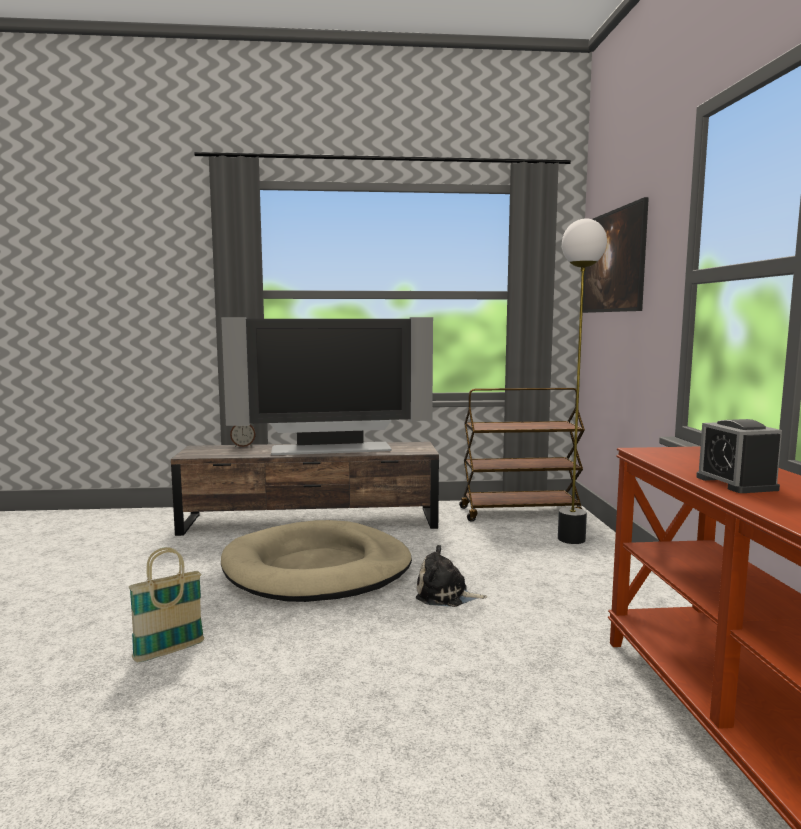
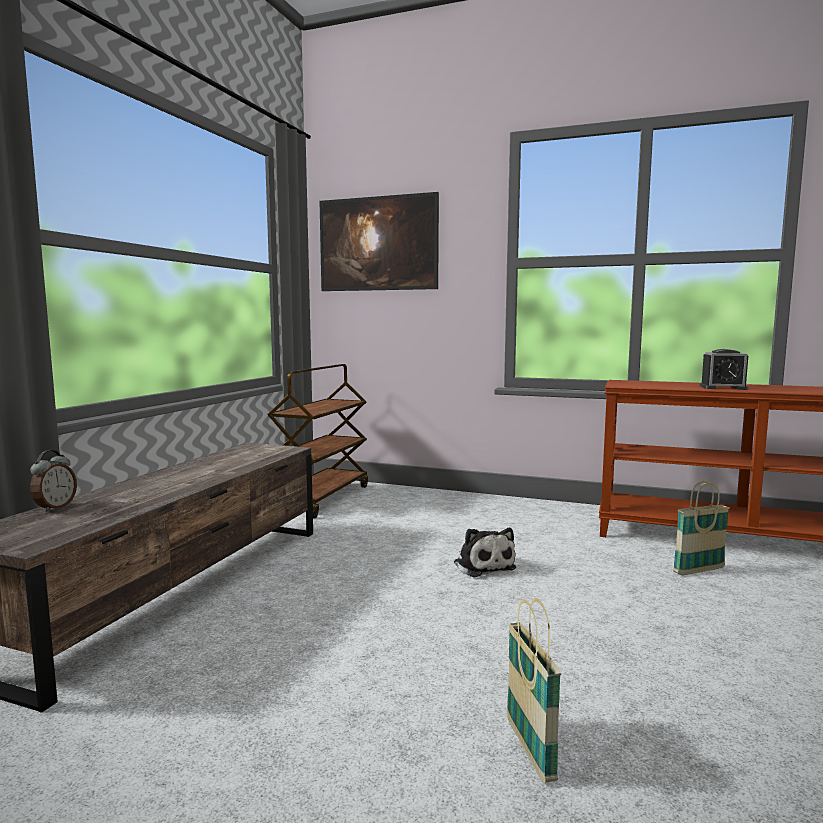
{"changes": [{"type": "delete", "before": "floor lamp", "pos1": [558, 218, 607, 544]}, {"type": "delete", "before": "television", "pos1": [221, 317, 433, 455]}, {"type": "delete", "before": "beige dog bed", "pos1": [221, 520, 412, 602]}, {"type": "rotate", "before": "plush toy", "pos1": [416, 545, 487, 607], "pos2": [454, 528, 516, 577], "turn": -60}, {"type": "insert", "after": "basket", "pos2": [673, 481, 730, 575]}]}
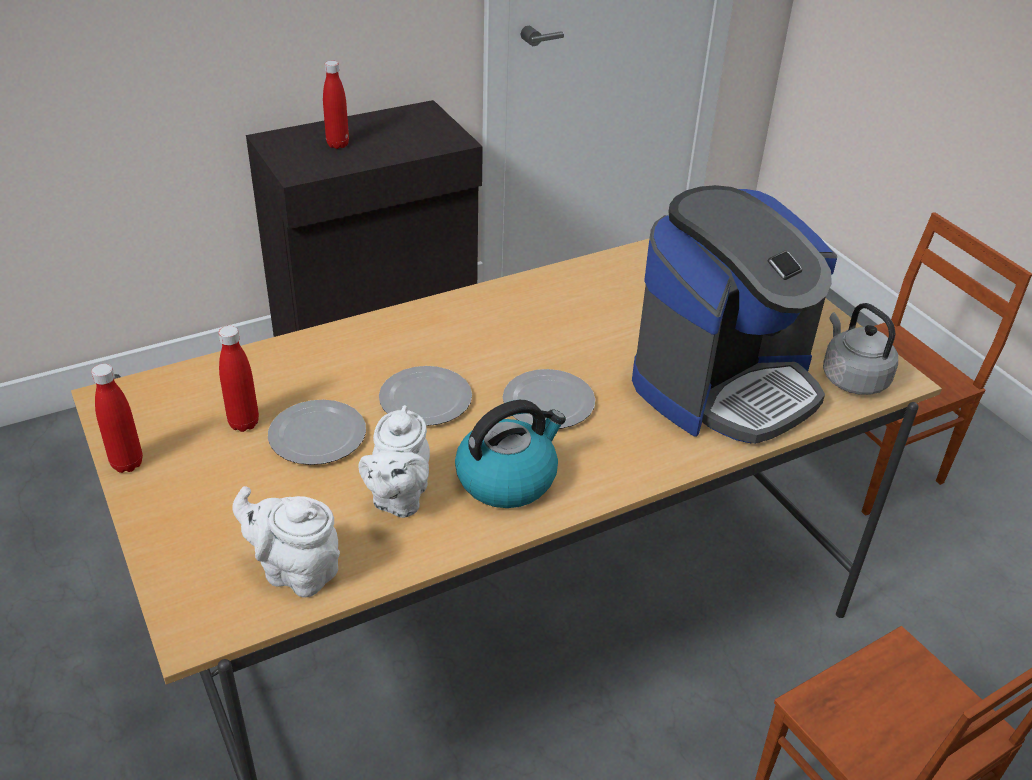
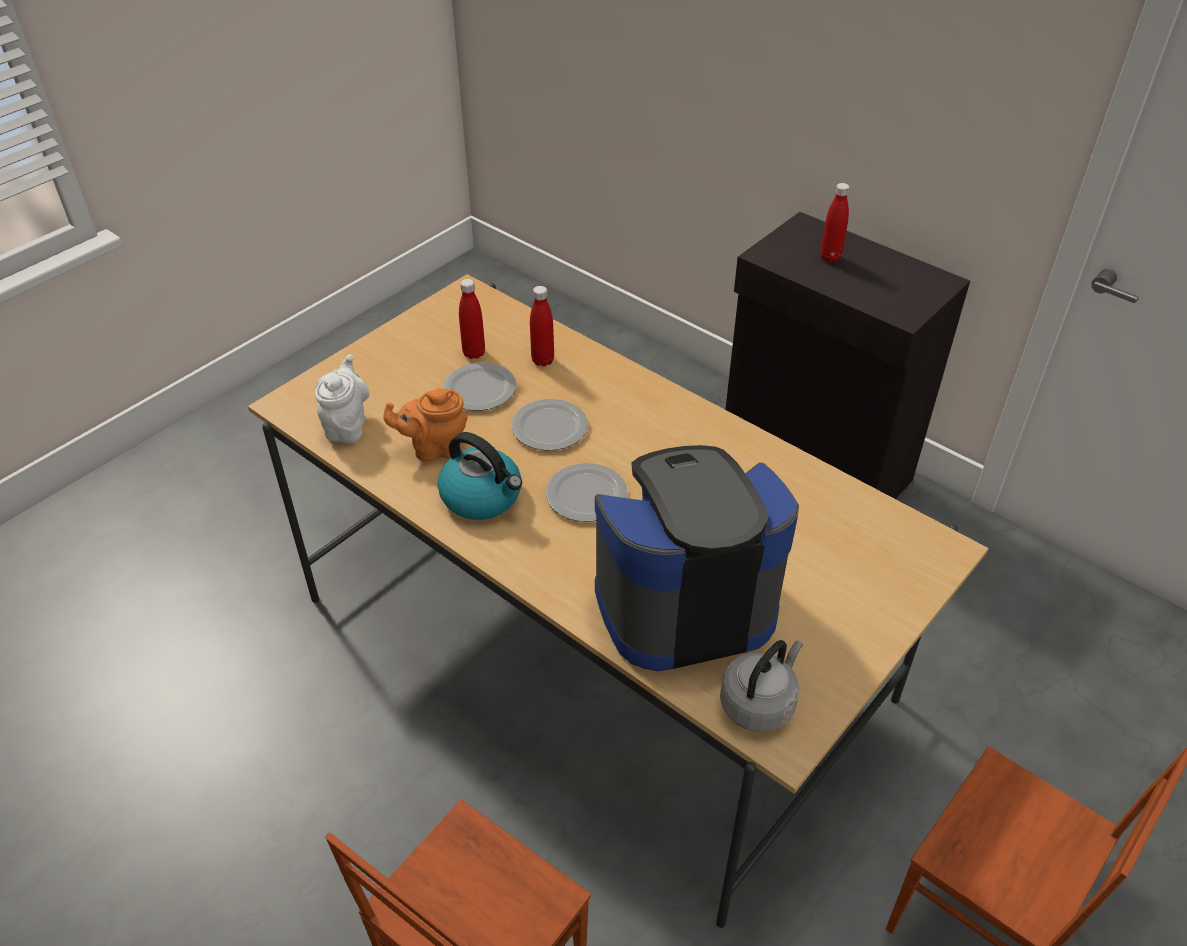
{"changes": [{"type": "rotate", "before": "coffee machine", "pos1": [632, 185, 837, 444], "pos2": [595, 445, 799, 672], "turn": 135}, {"type": "move", "before": "red bottle", "pos1": [91, 364, 143, 473], "pos2": [530, 286, 554, 367]}, {"type": "recolor", "before": "white teapot", "after": "orange teapot", "pos1": [359, 405, 430, 518], "pos2": [383, 388, 467, 462]}]}
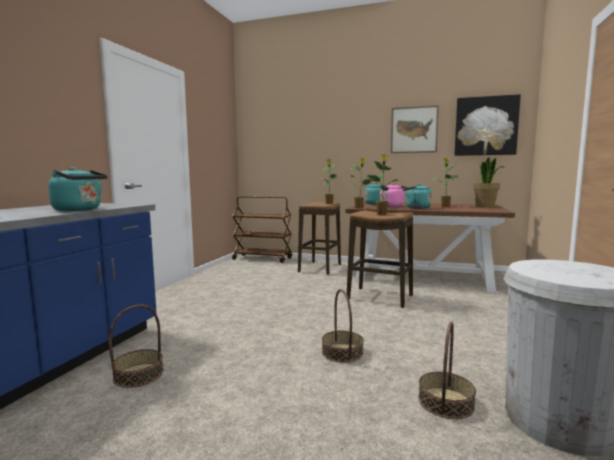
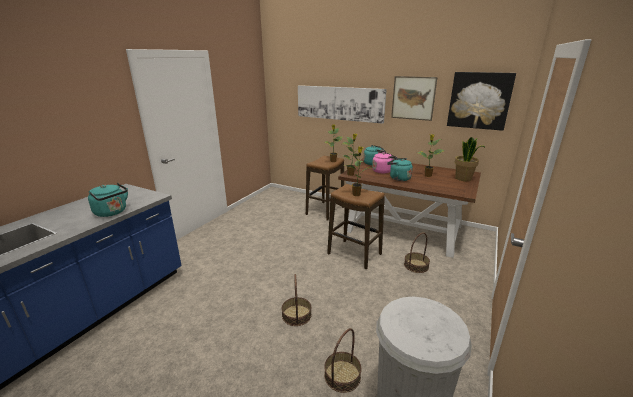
{"changes": [{"type": "delete", "before": "brown cart", "pos1": [232, 197, 292, 263]}, {"type": "move", "before": "basket", "pos1": [109, 305, 164, 388], "pos2": [404, 232, 430, 273]}, {"type": "insert", "after": "picture", "pos2": [298, 85, 387, 124]}]}
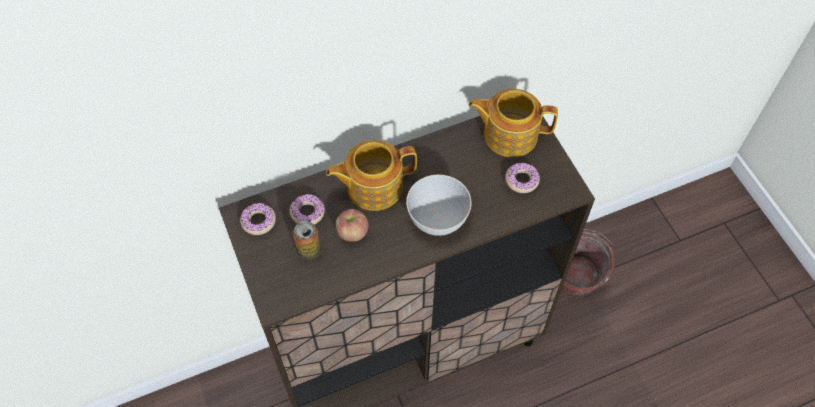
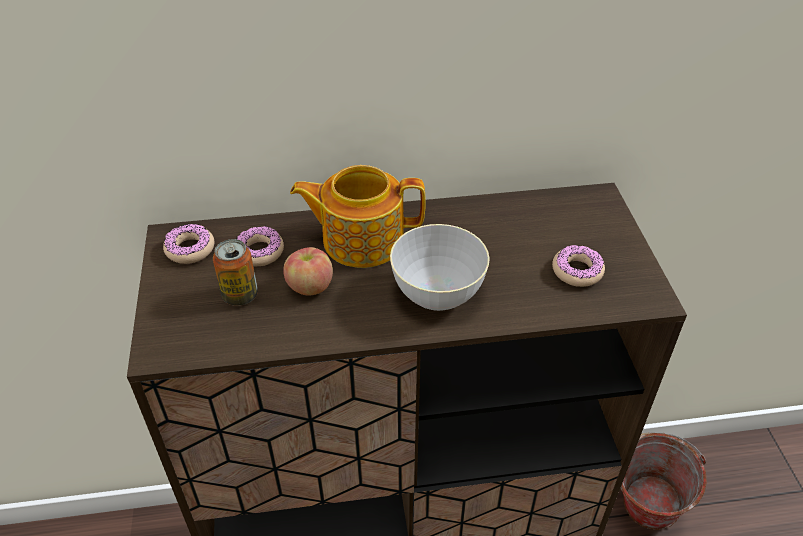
{"changes": [{"type": "delete", "before": "teapot", "pos1": [468, 89, 558, 157]}]}
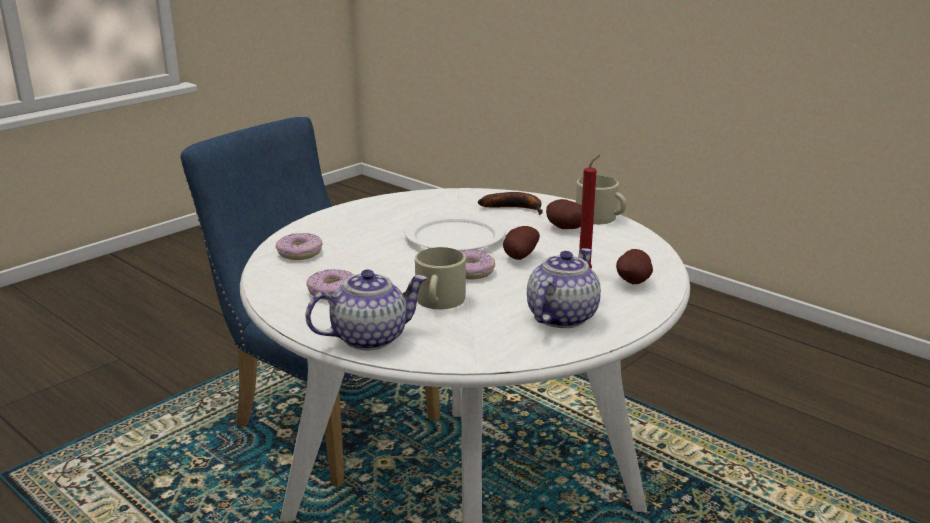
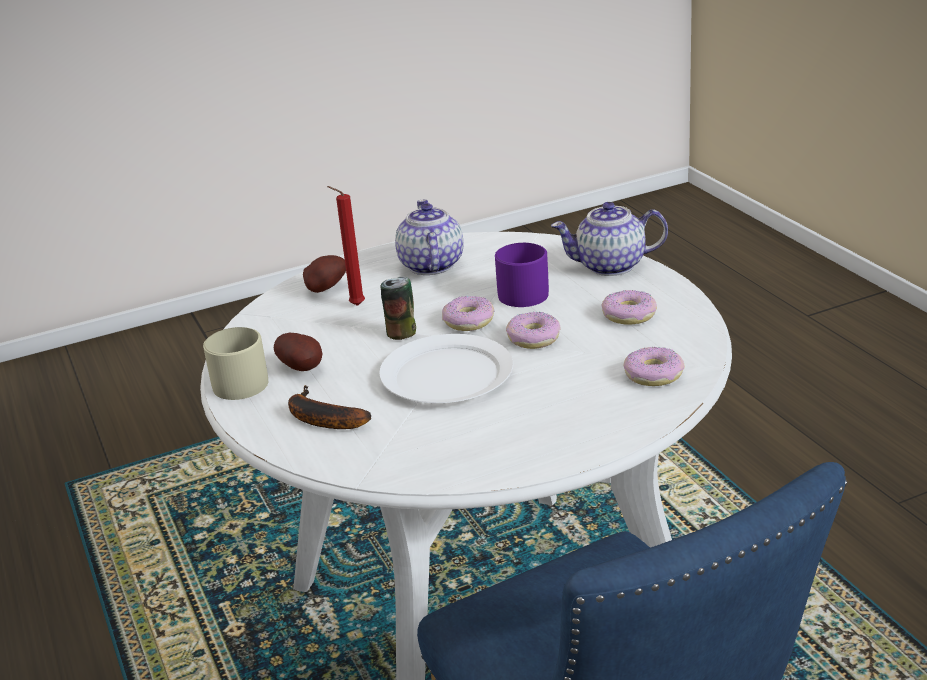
{"changes": [{"type": "replace", "before": "potato", "after": "can", "pos1": [503, 226, 540, 260], "pos2": [380, 276, 416, 340]}, {"type": "recolor", "before": "beige mug", "after": "purple mug", "pos1": [415, 247, 466, 309], "pos2": [495, 243, 549, 307]}, {"type": "rotate", "before": "teapot", "pos1": [527, 248, 601, 328], "pos2": [395, 200, 463, 275], "turn": 120}, {"type": "insert", "after": "donut", "pos2": [506, 312, 561, 349]}]}
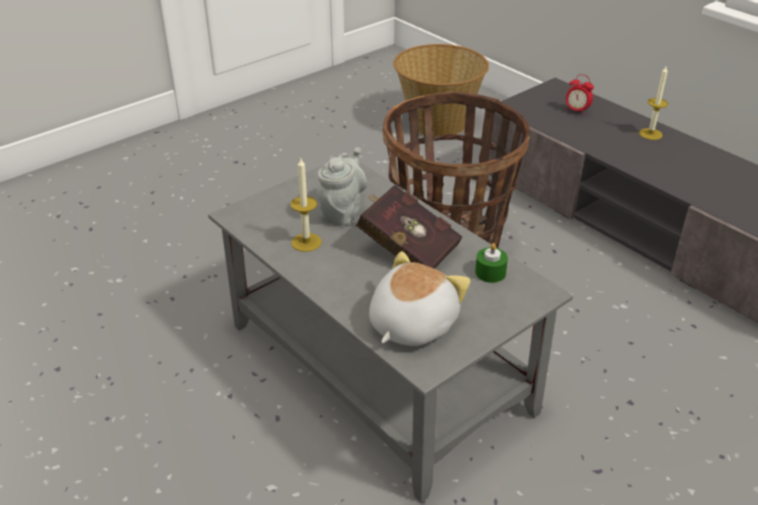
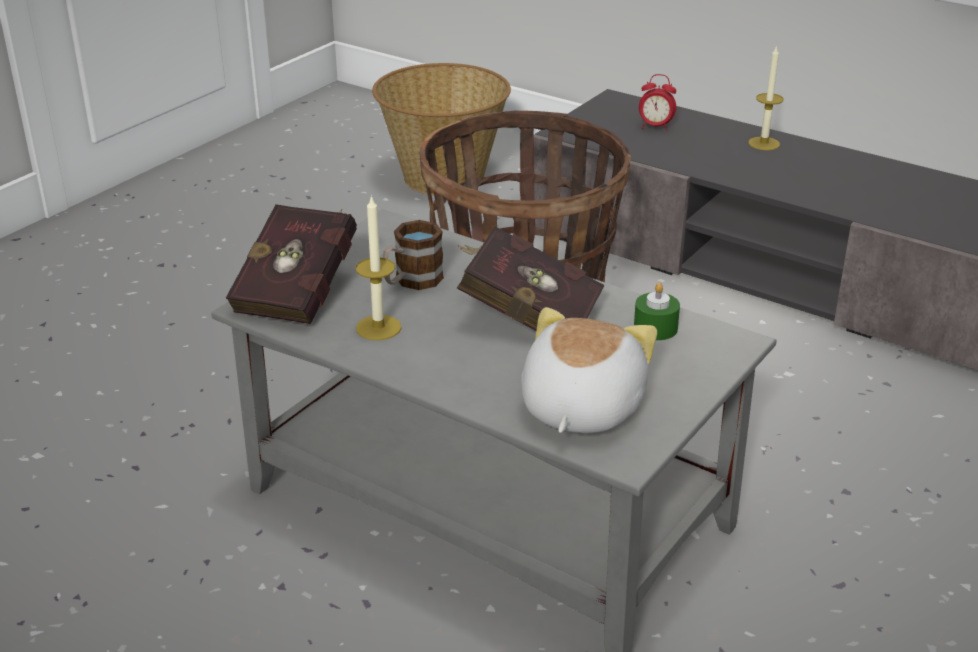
{"changes": [{"type": "replace", "before": "grey teapot", "after": "mug", "pos1": [317, 148, 367, 226], "pos2": [382, 220, 444, 290]}, {"type": "insert", "after": "red book", "pos2": [226, 204, 357, 324]}]}
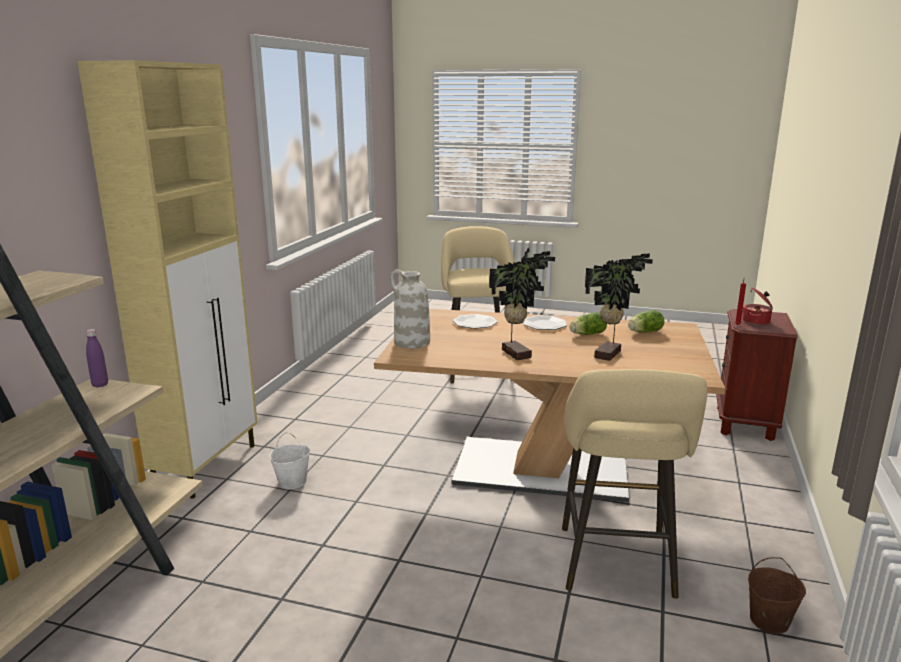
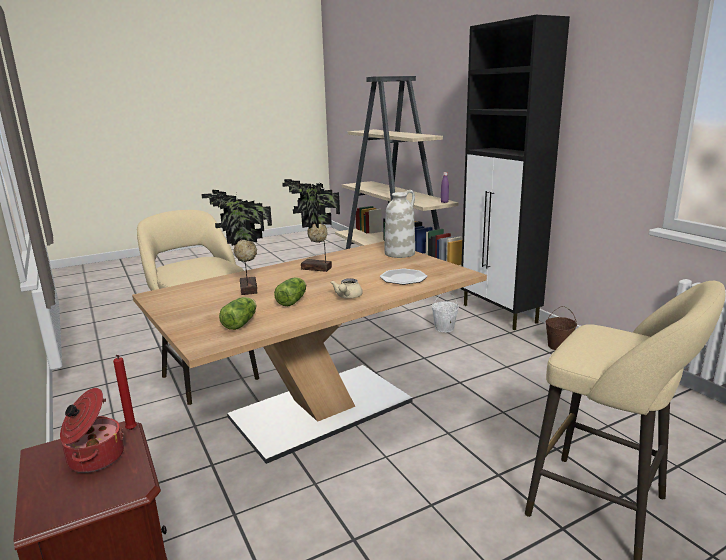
{"changes": [{"type": "recolor", "before": "beige cabinet", "after": "black cabinet", "pos1": [78, 60, 258, 499], "pos2": [461, 15, 570, 330]}, {"type": "replace", "before": "plate", "after": "beige teapot", "pos1": [523, 315, 567, 330], "pos2": [330, 278, 363, 299]}, {"type": "move", "before": "brown bucket", "pos1": [748, 557, 806, 634], "pos2": [545, 306, 577, 350]}]}
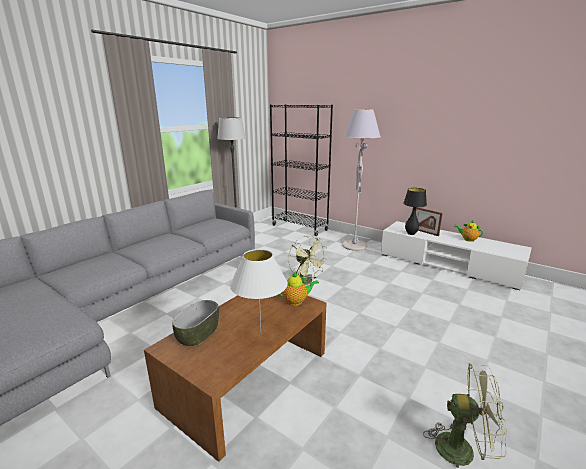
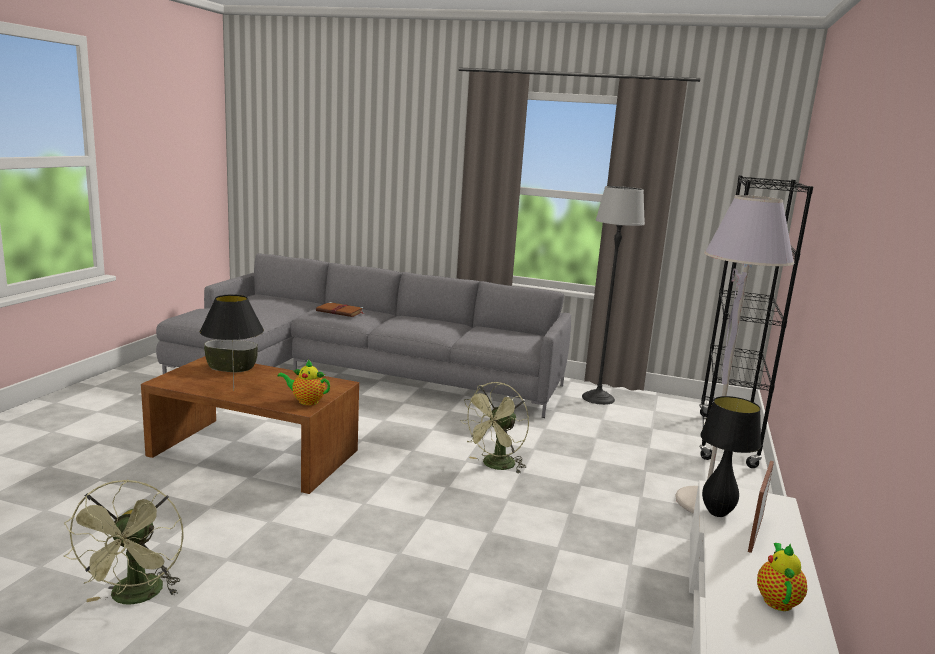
{"changes": [{"type": "recolor", "before": "white table lamp", "after": "black table lamp", "pos1": [230, 249, 288, 332], "pos2": [200, 294, 264, 391]}, {"type": "rotate", "before": "teapot", "pos1": [279, 272, 319, 306], "pos2": [277, 360, 330, 405], "turn": 135}, {"type": "insert", "after": "brown book", "pos2": [316, 302, 365, 317]}]}
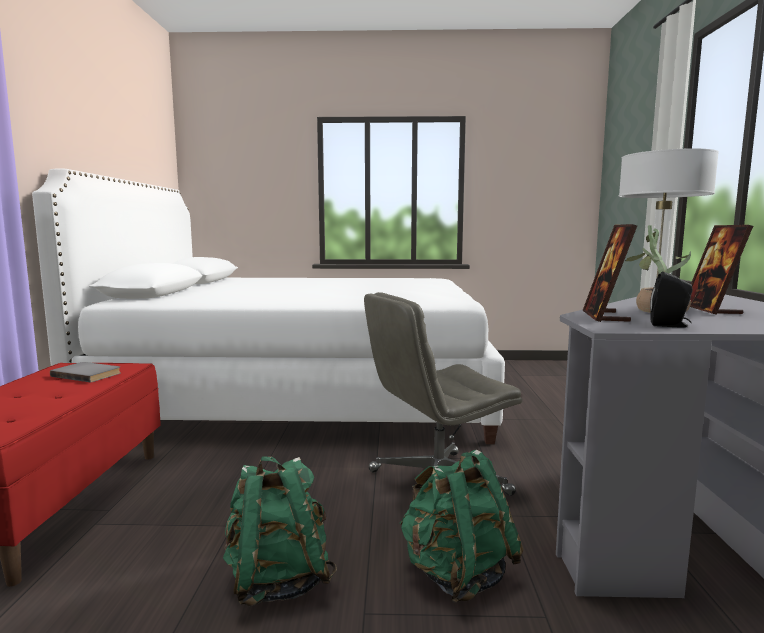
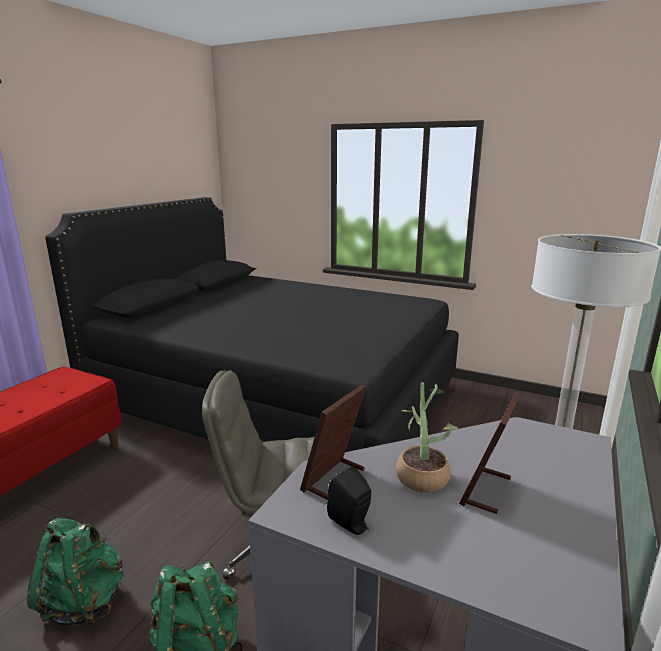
{"changes": [{"type": "recolor", "before": "white bed", "after": "black bed", "pos1": [32, 168, 505, 444], "pos2": [45, 197, 459, 452]}, {"type": "delete", "before": "grey book", "pos1": [50, 362, 120, 382]}]}
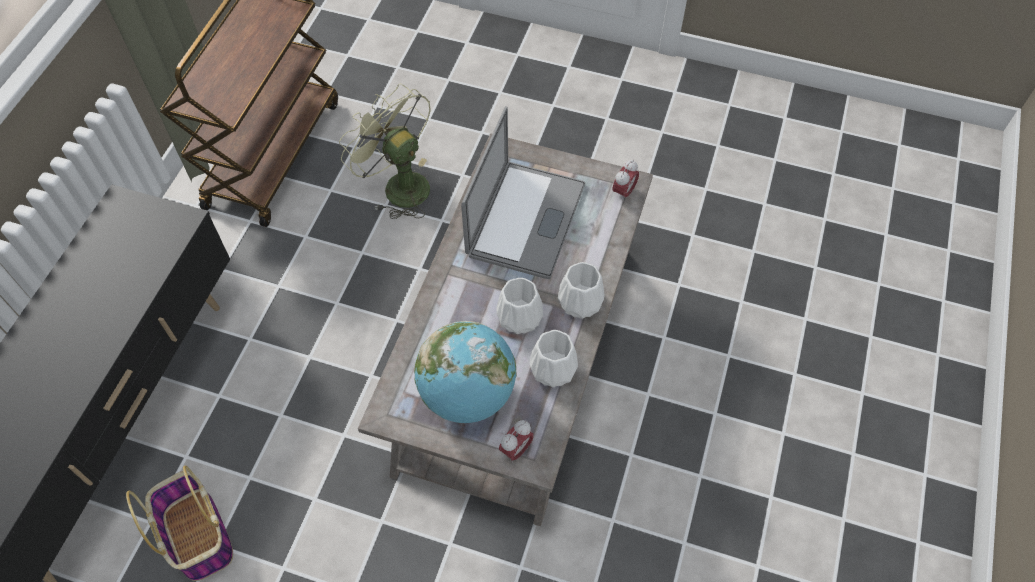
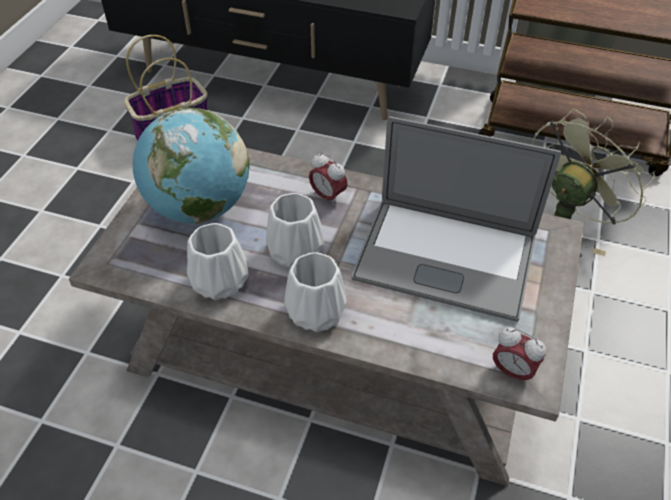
{"changes": [{"type": "move", "before": "alarm clock", "pos1": [499, 420, 534, 463], "pos2": [309, 153, 348, 206]}]}
